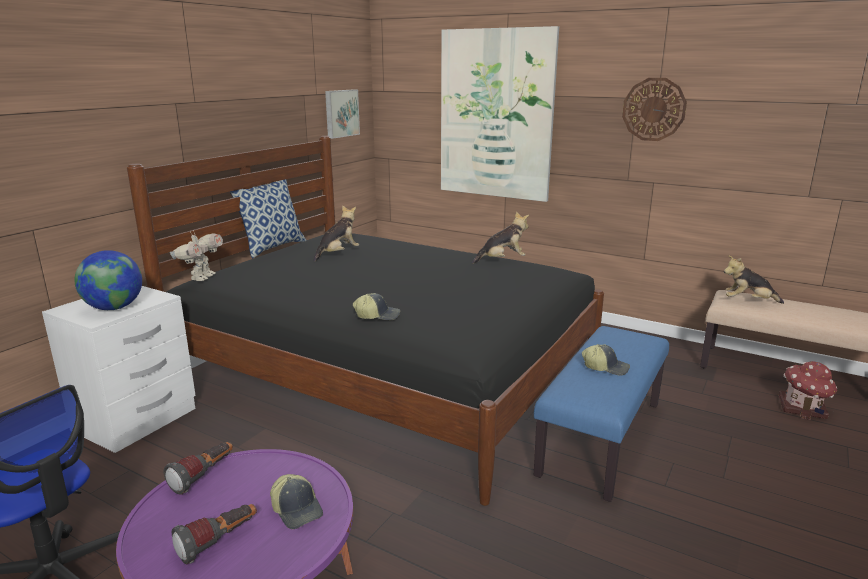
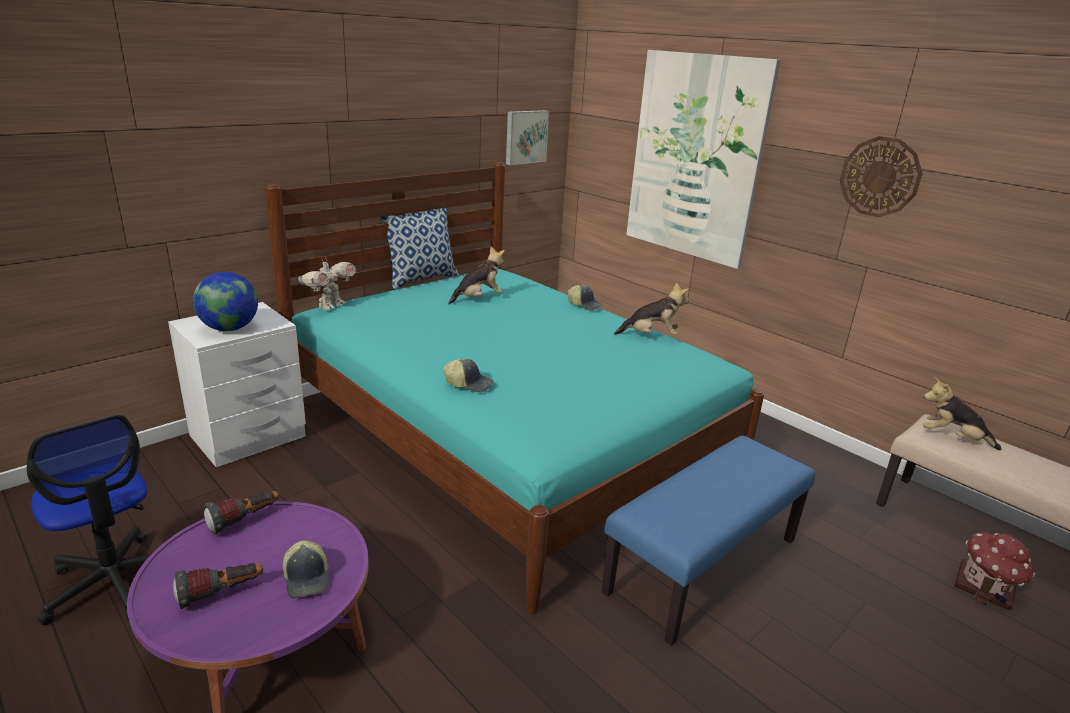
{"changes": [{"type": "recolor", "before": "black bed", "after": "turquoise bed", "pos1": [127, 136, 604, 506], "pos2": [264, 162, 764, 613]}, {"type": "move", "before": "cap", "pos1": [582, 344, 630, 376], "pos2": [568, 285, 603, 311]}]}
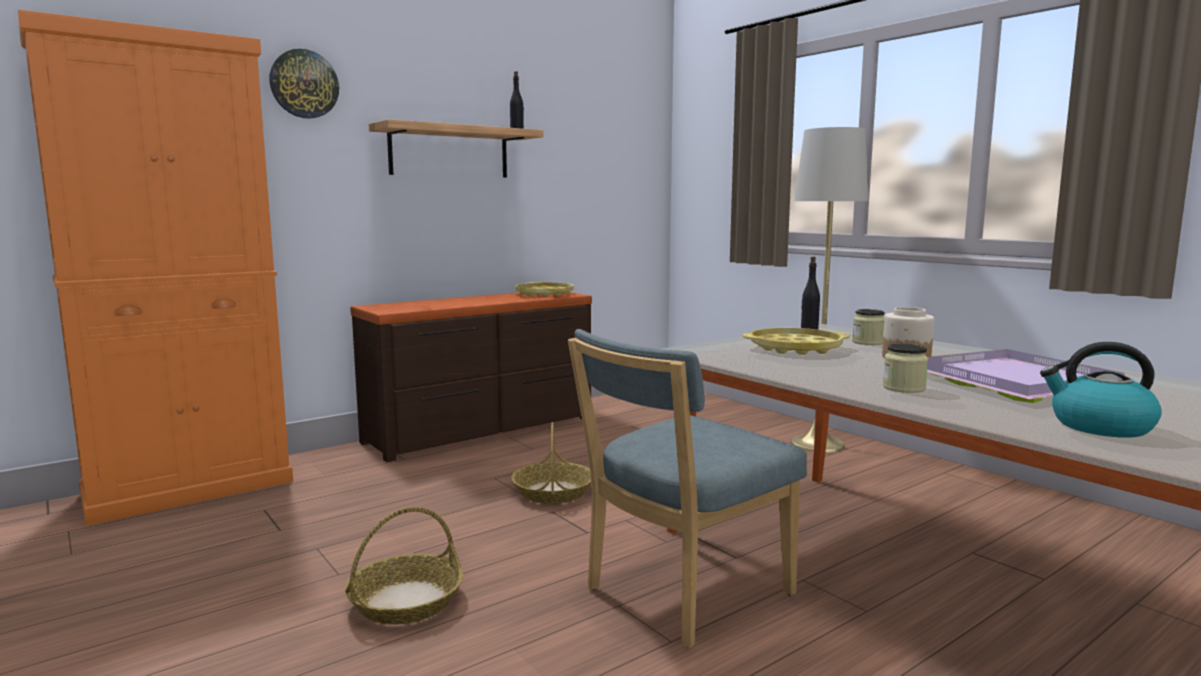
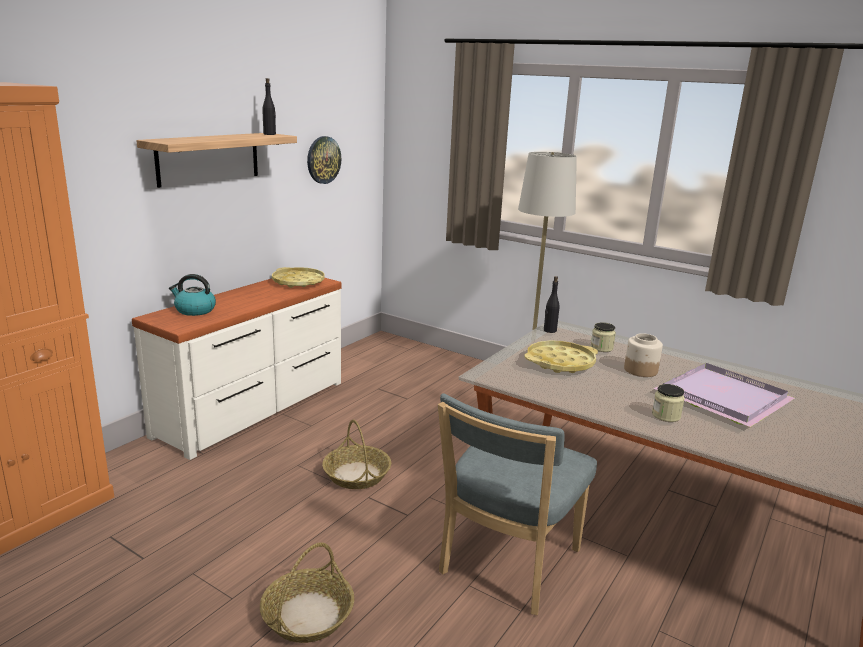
{"changes": [{"type": "move", "before": "wall clock", "pos1": [269, 49, 339, 119], "pos2": [307, 136, 341, 184]}, {"type": "recolor", "before": "brown dresser", "after": "white dresser", "pos1": [350, 292, 592, 462], "pos2": [132, 278, 342, 460]}, {"type": "move", "before": "kettle", "pos1": [1040, 342, 1162, 438], "pos2": [169, 274, 216, 316]}]}
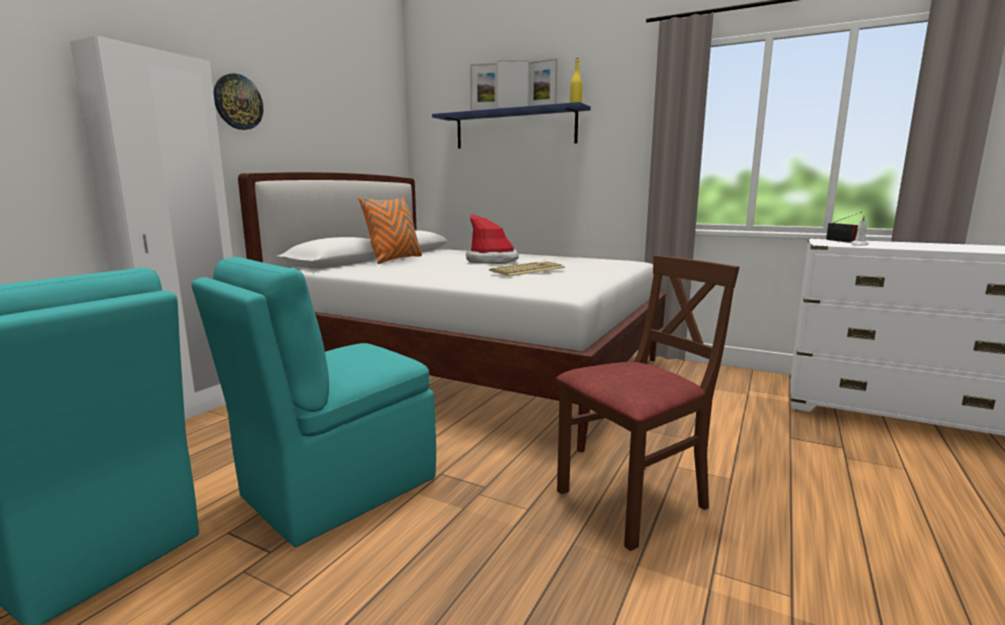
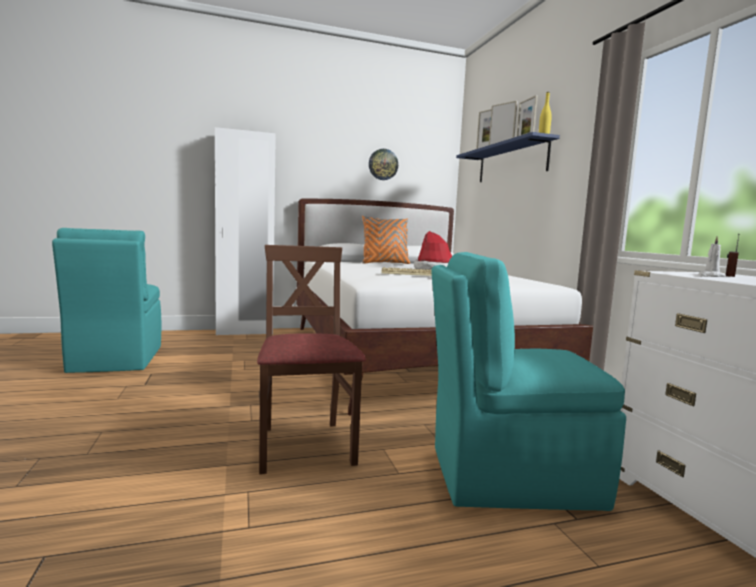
{"changes": [{"type": "move", "before": "wall clock", "pos1": [213, 74, 263, 130], "pos2": [369, 149, 398, 180]}, {"type": "rotate", "before": "brown chair", "pos1": [556, 255, 739, 551], "pos2": [257, 245, 366, 474], "turn": -120}, {"type": "move", "before": "turquoise chair", "pos1": [191, 257, 436, 547], "pos2": [431, 252, 626, 511]}]}
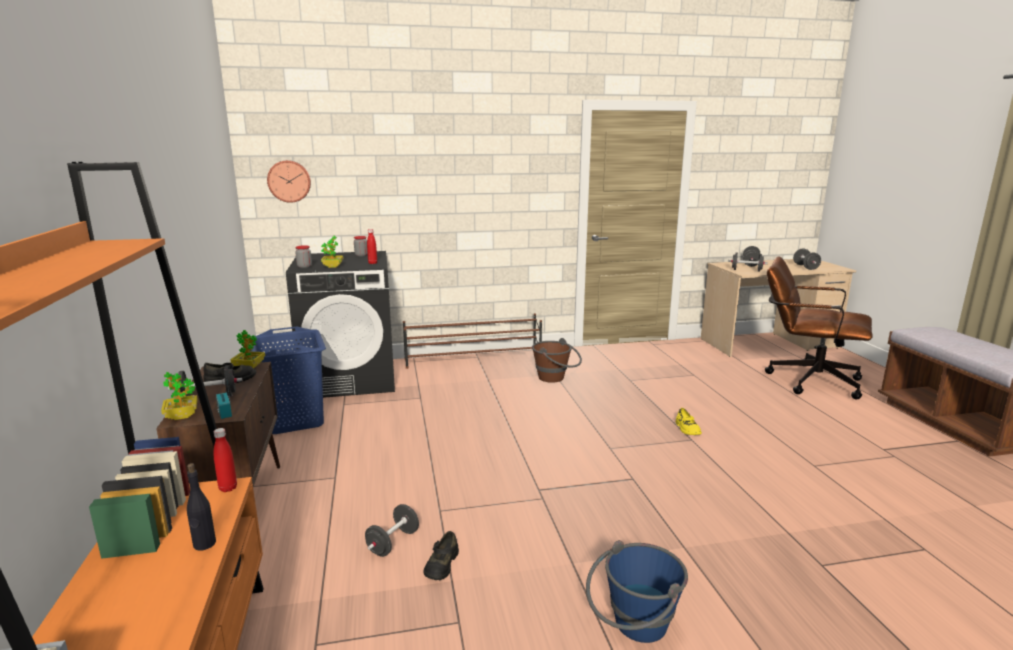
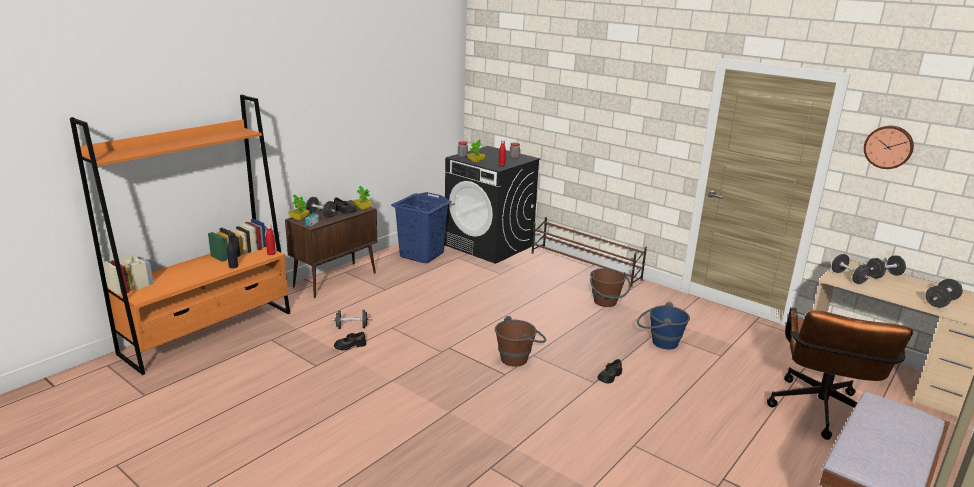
{"changes": [{"type": "move", "before": "wall clock", "pos1": [267, 160, 311, 203], "pos2": [864, 126, 914, 169]}, {"type": "rotate", "before": "brown office chair", "pos1": [765, 256, 873, 399], "pos2": [767, 307, 913, 440], "turn": -150}, {"type": "recolor", "before": "yellow shoe", "after": "black shoe", "pos1": [676, 408, 702, 435], "pos2": [597, 359, 622, 383]}, {"type": "move", "before": "blue bucket", "pos1": [586, 540, 688, 643], "pos2": [637, 302, 690, 350]}, {"type": "insert", "after": "brown bucket", "pos2": [495, 316, 546, 367]}]}
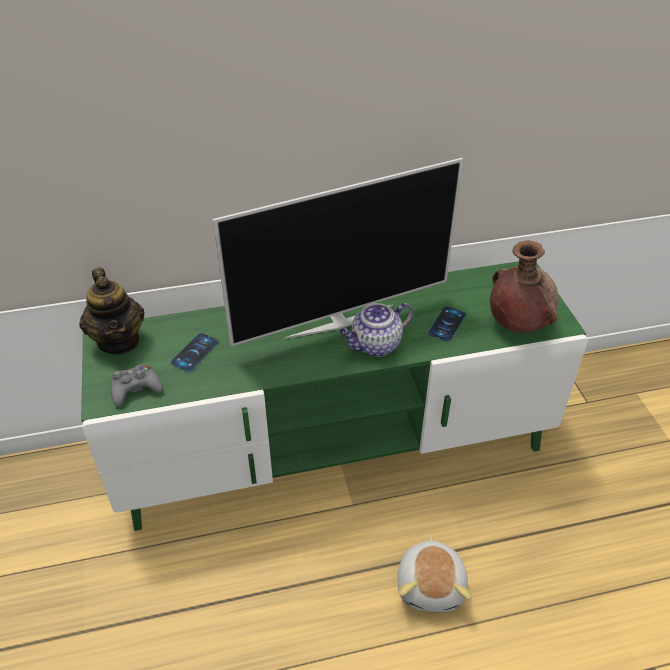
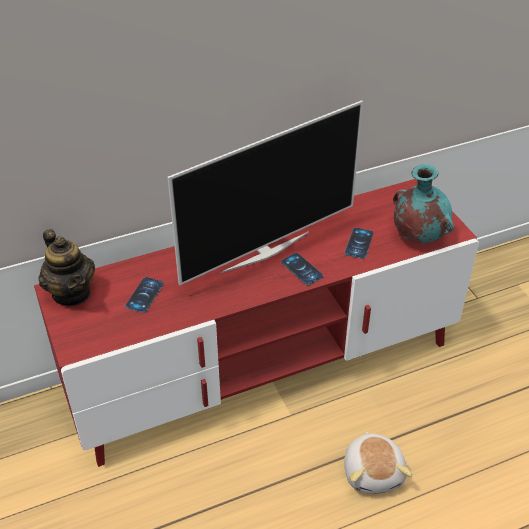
{"changes": [{"type": "recolor", "before": "brown vase", "after": "turquoise vase", "pos1": [490, 240, 559, 332], "pos2": [393, 164, 454, 243]}, {"type": "recolor", "before": "green tv stand", "after": "red tv stand", "pos1": [81, 261, 588, 531], "pos2": [34, 179, 479, 467]}, {"type": "replace", "before": "teapot", "after": "phone", "pos1": [340, 303, 413, 357], "pos2": [281, 253, 323, 285]}, {"type": "delete", "before": "grey game controller", "pos1": [111, 364, 163, 407]}]}
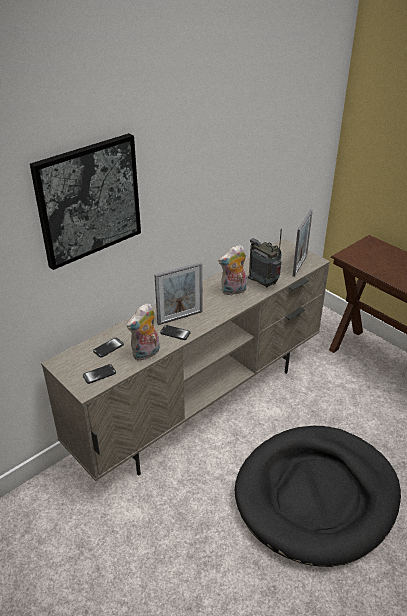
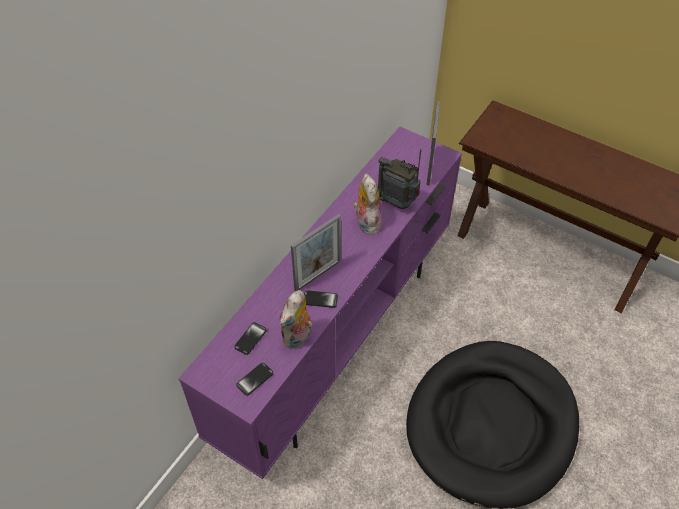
{"changes": [{"type": "delete", "before": "picture", "pos1": [30, 133, 141, 270]}, {"type": "recolor", "before": "beige tv stand", "after": "purple tv stand", "pos1": [41, 239, 330, 481], "pos2": [178, 127, 462, 479]}, {"type": "rotate", "before": "plush toy", "pos1": [218, 245, 247, 296], "pos2": [353, 173, 381, 235], "turn": 120}]}
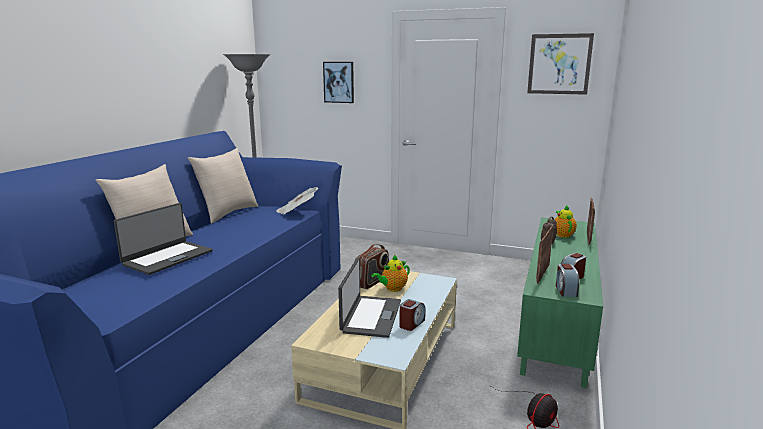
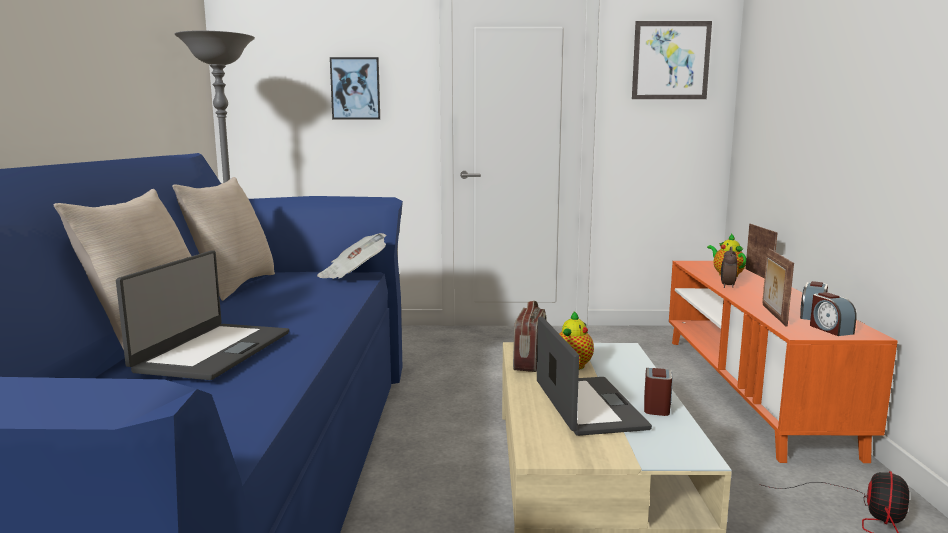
{"changes": [{"type": "recolor", "before": "green tv stand", "after": "orange tv stand", "pos1": [517, 217, 603, 388], "pos2": [669, 261, 898, 463]}]}
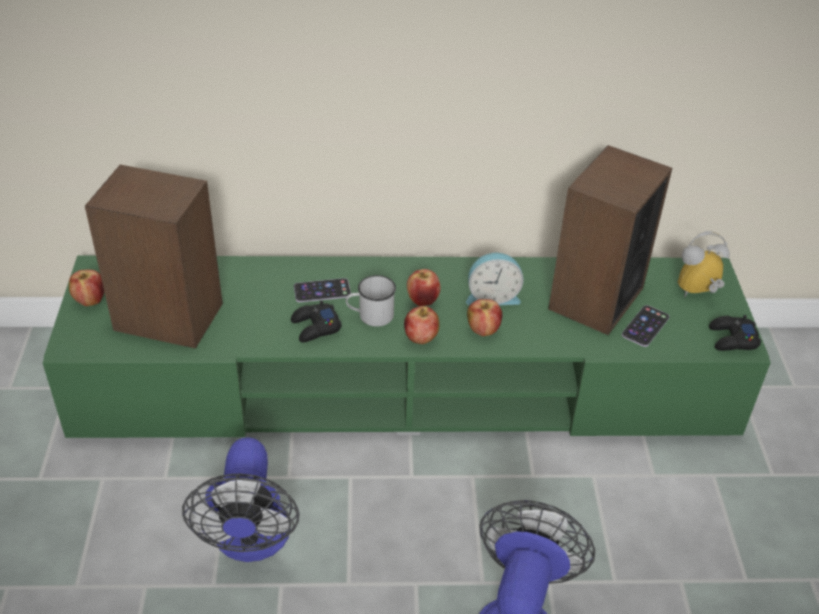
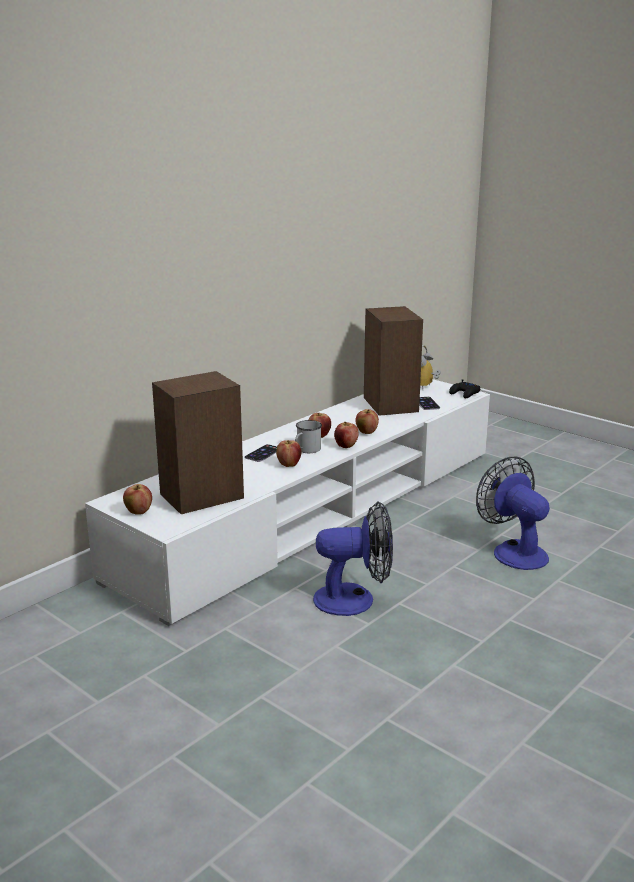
{"changes": [{"type": "delete", "before": "alarm clock", "pos1": [466, 253, 524, 305]}, {"type": "recolor", "before": "green tv stand", "after": "white tv stand", "pos1": [43, 256, 771, 438], "pos2": [85, 379, 490, 626]}, {"type": "replace", "before": "black game controller", "after": "apple", "pos1": [291, 301, 342, 342], "pos2": [276, 440, 301, 467]}, {"type": "rotate", "before": "fan", "pos1": [182, 437, 299, 562], "pos2": [313, 501, 393, 616], "turn": -45}]}
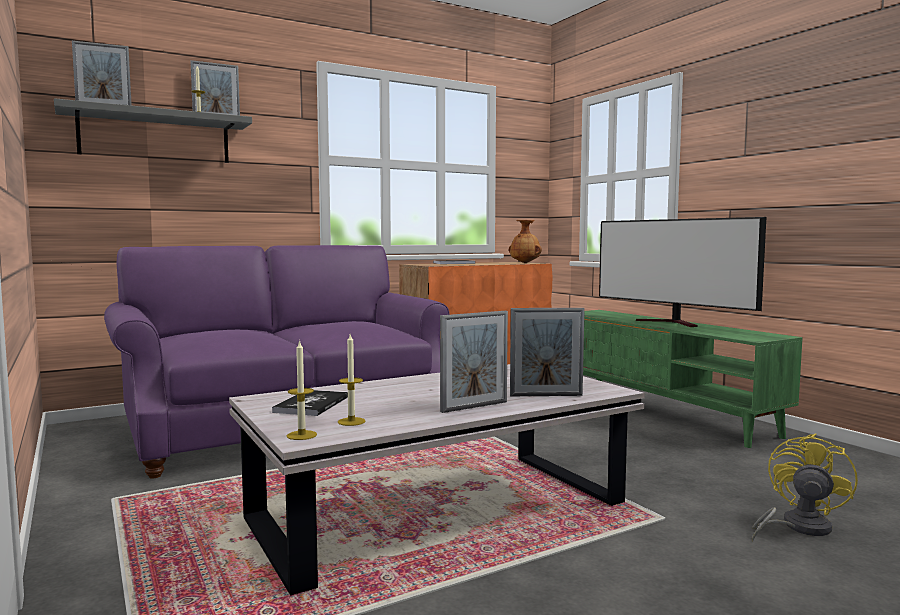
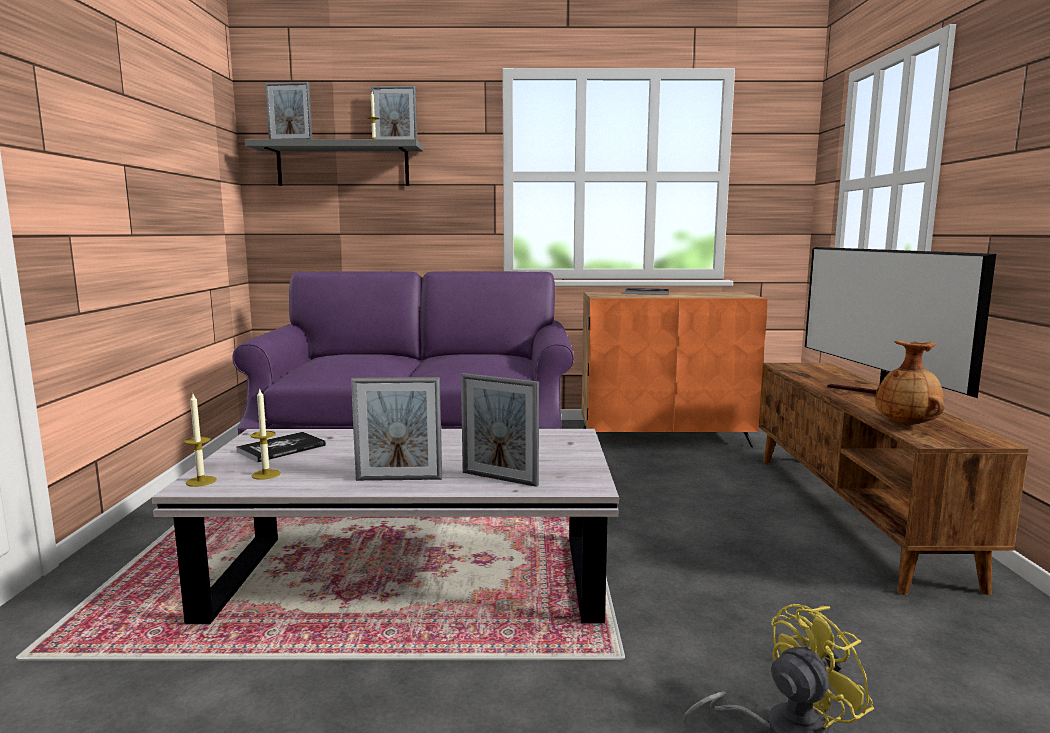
{"changes": [{"type": "move", "before": "brown vase", "pos1": [509, 220, 542, 263], "pos2": [876, 340, 944, 426]}, {"type": "recolor", "before": "green tv stand", "after": "brown tv stand", "pos1": [583, 310, 803, 448], "pos2": [759, 363, 1029, 595]}]}
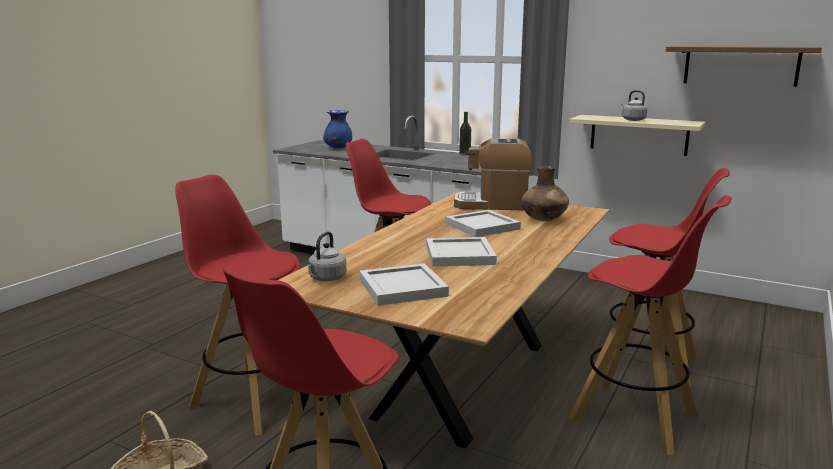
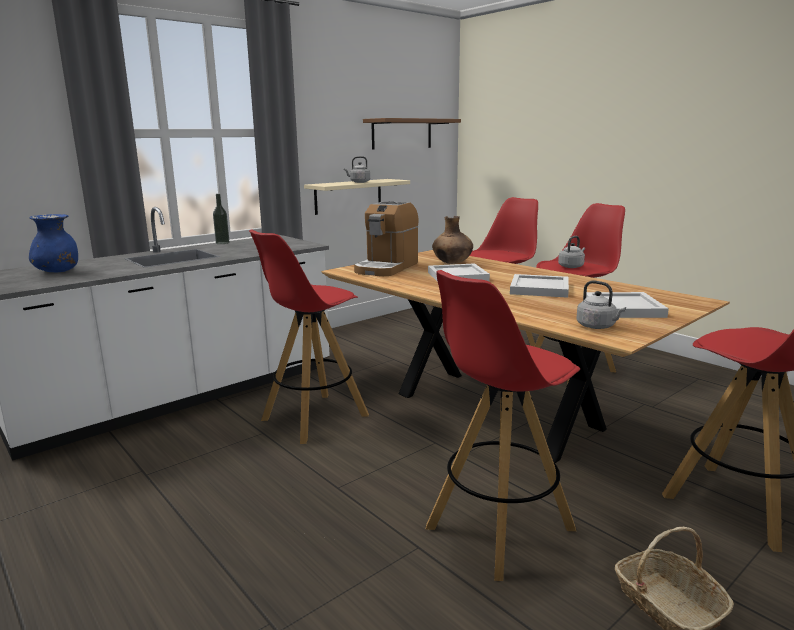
{"changes": [{"type": "insert", "after": "grey kettle", "pos2": [558, 236, 585, 268]}]}
